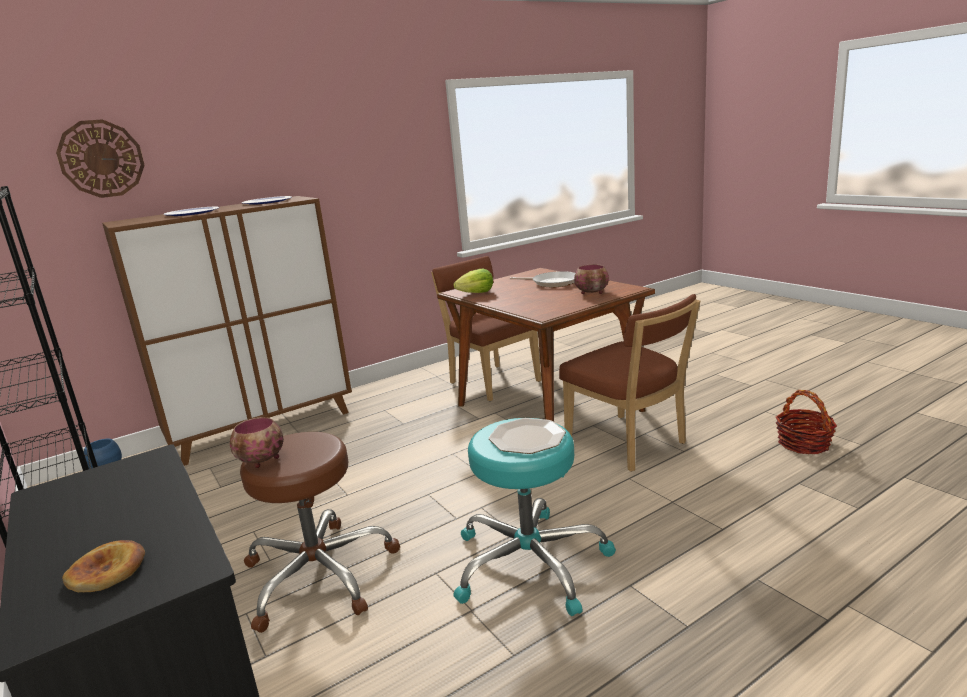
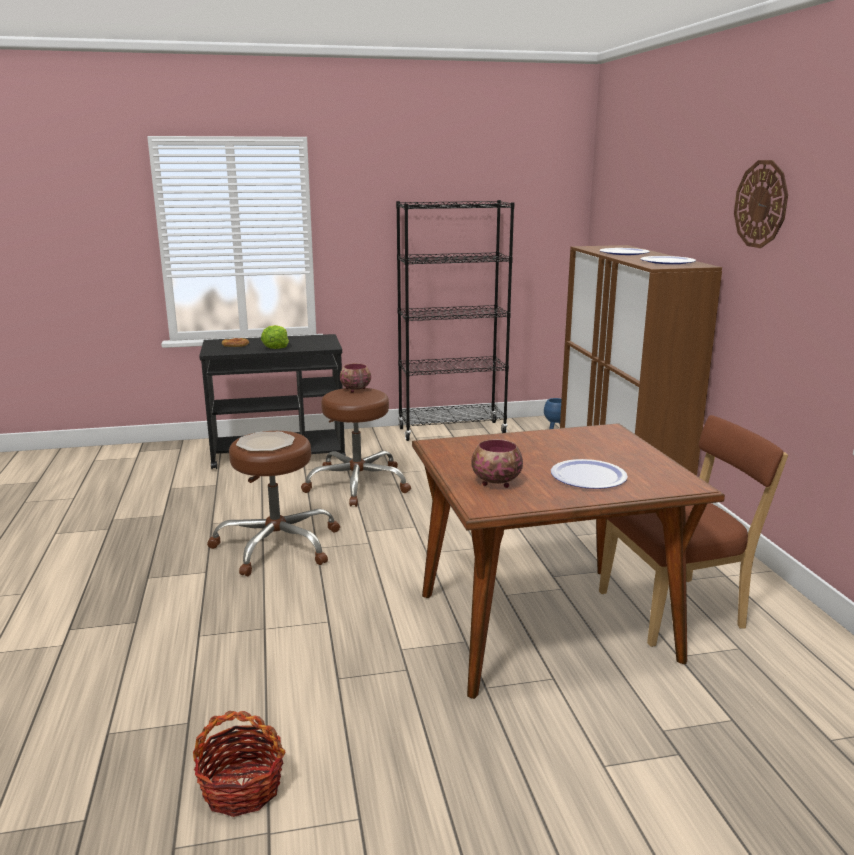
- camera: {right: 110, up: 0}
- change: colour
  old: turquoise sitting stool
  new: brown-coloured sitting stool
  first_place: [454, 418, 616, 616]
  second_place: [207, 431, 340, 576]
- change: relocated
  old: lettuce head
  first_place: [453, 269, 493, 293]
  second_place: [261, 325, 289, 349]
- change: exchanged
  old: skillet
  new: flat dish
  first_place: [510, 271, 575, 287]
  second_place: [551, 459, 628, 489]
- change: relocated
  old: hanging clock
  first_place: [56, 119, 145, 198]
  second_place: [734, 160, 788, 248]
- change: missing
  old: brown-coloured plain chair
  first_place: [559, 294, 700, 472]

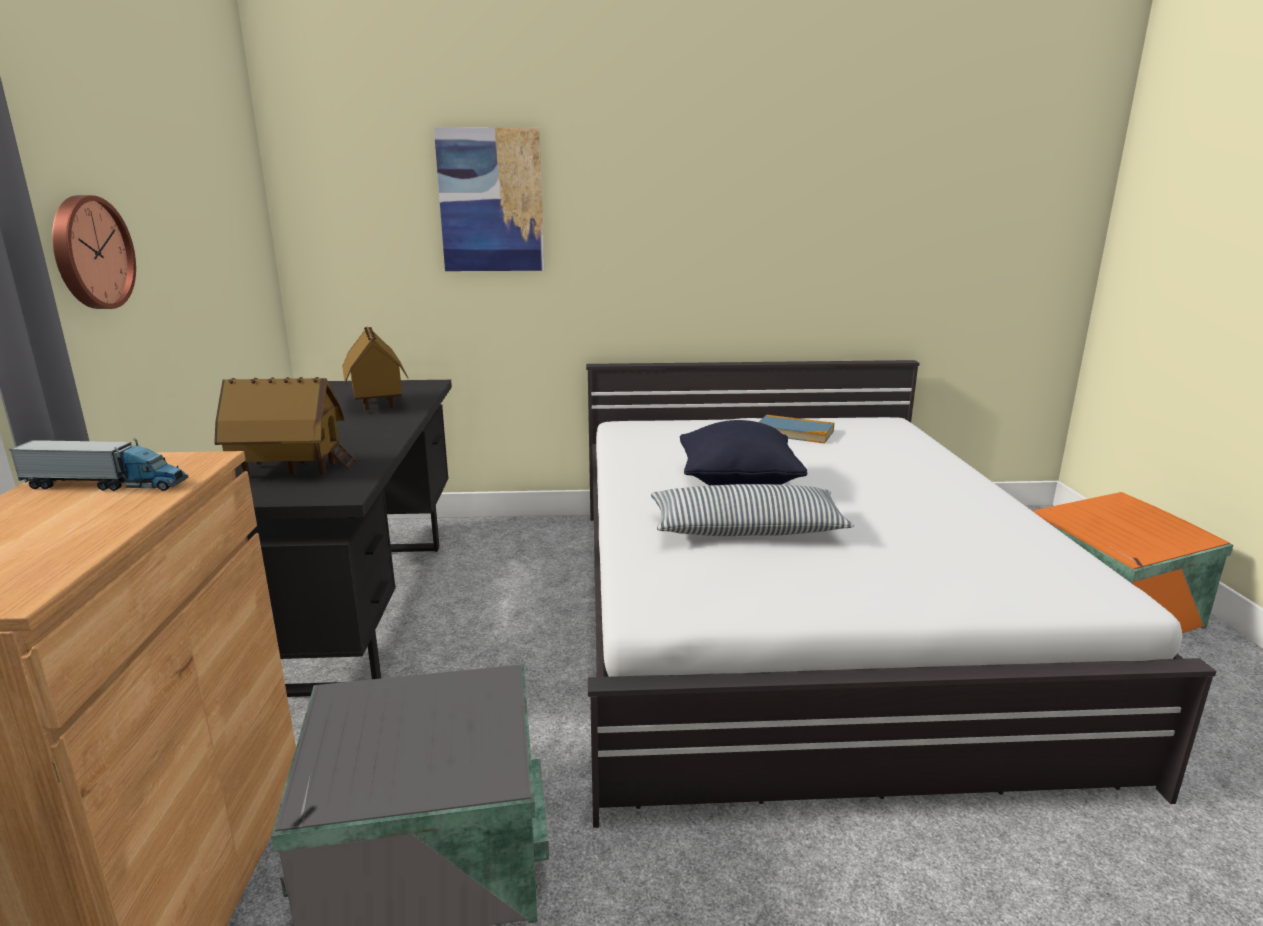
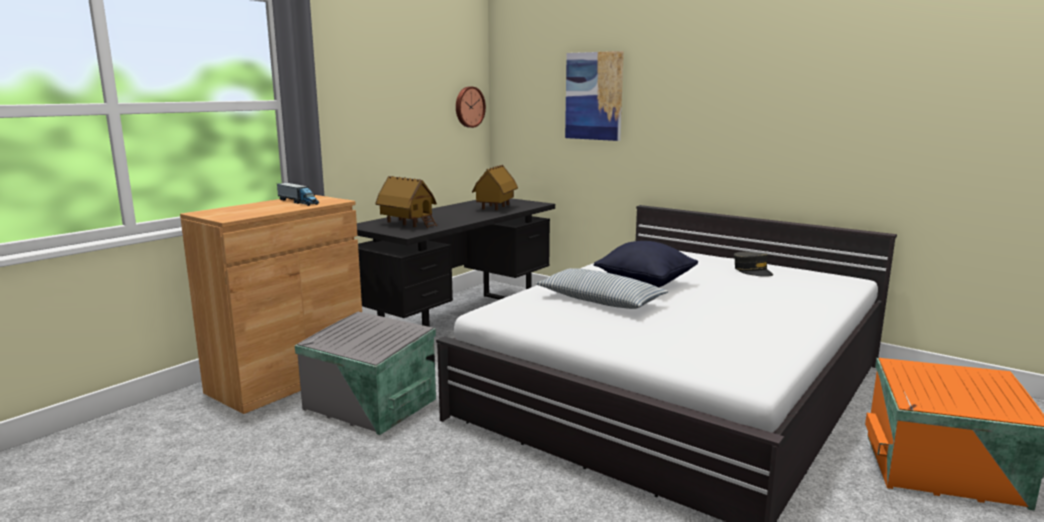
- camera: {right: 40, up: -5}
- change: relocated
  old: hanging clock
  first_place: [52, 195, 136, 309]
  second_place: [456, 87, 486, 128]
- change: exchanged
  old: volume
  new: greyish cap
  first_place: [759, 415, 834, 444]
  second_place: [734, 252, 773, 277]

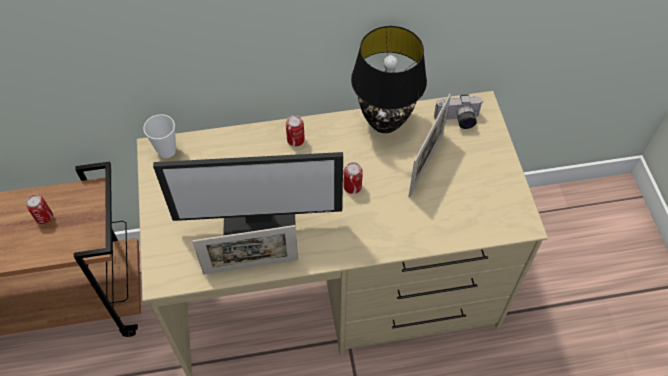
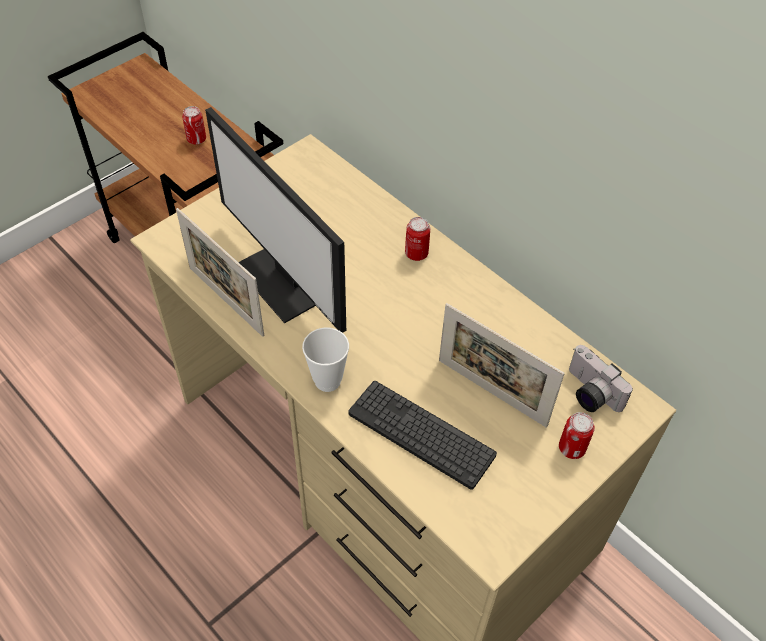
- camera: {right: 55, up: -5}
- change: relocated
  old: cup
  first_place: [143, 114, 176, 158]
  second_place: [302, 328, 349, 392]
- change: appeared
  new: computer keyboard
  second_place: [349, 381, 497, 490]
- change: spun
  old: standing frame
  first_place: [408, 94, 451, 198]
  second_place: [439, 303, 565, 428]
  degrees: 45
- change: relocated
  old: sealed can
  first_place: [343, 162, 363, 194]
  second_place: [559, 412, 595, 459]
- change: missing
  old: black table lamp
  first_place: [351, 26, 427, 133]

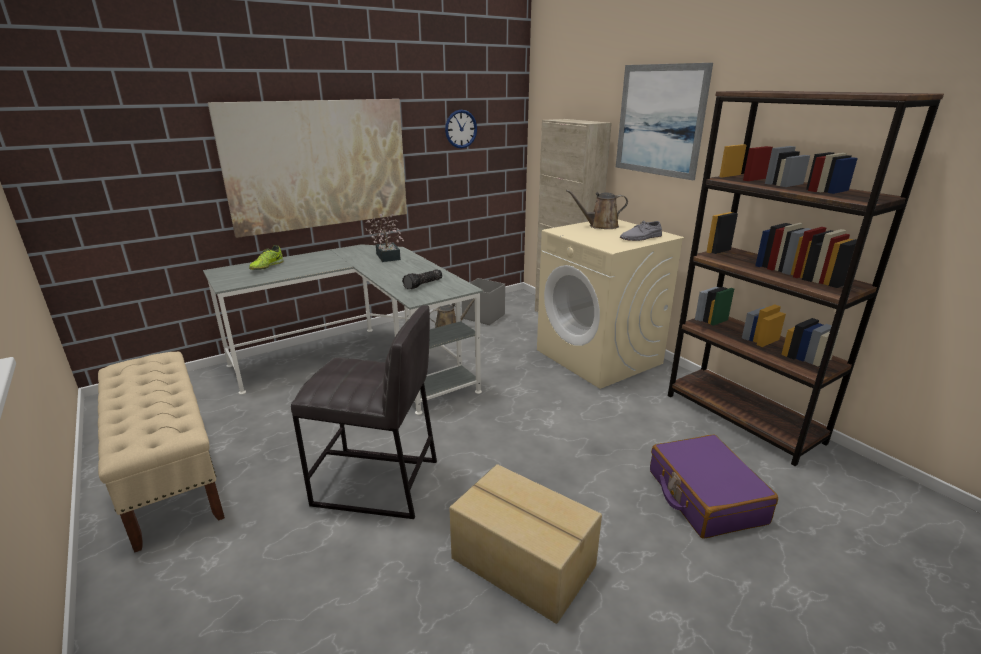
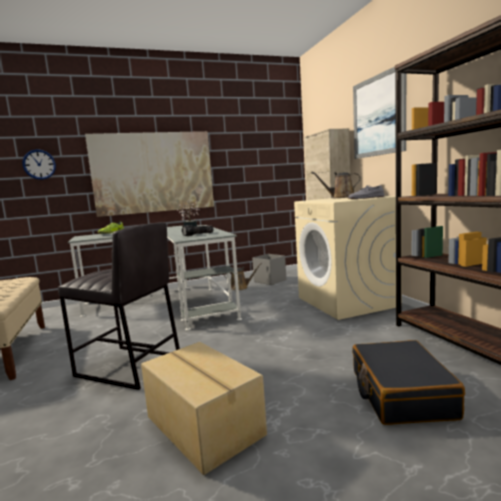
- camera: {right: 15, up: -15}
- change: relocated
  old: hanging clock
  first_place: [445, 110, 477, 148]
  second_place: [22, 149, 56, 180]
- change: colour
  old: purplish piece of luggage
  new: black piece of luggage
  first_place: [650, 435, 778, 539]
  second_place: [352, 340, 465, 425]

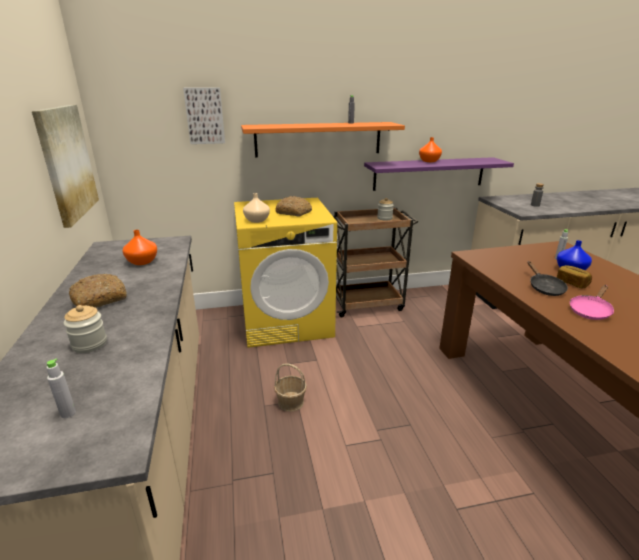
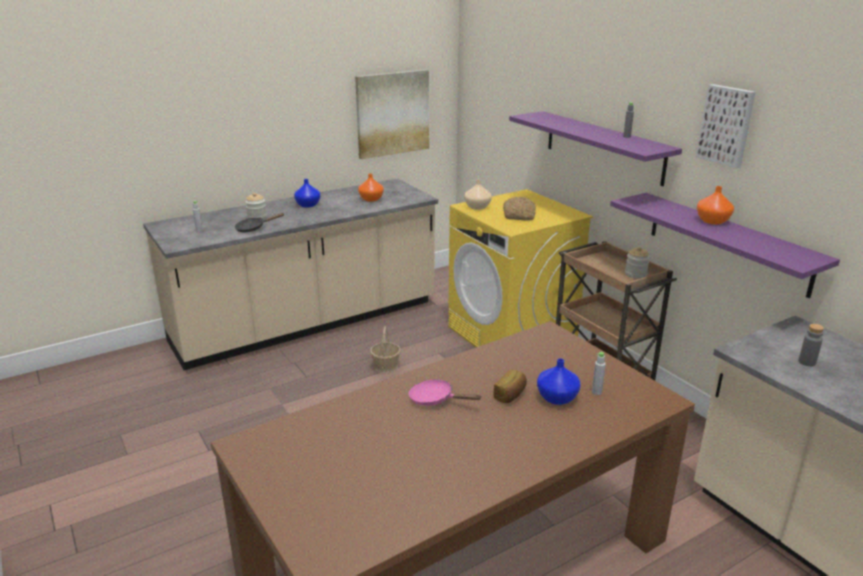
- camera: {right: 70, up: 0}
- change: relocated
  old: black skillet
  first_place: [527, 261, 568, 296]
  second_place: [235, 213, 285, 233]
- change: exchanged
  old: bakery bread
  new: bluish flower vase
  first_place: [69, 274, 127, 308]
  second_place: [294, 179, 320, 208]
- change: colour
  old: orange bracket shelf
  new: purplish bracket shelf
  first_place: [241, 122, 405, 157]
  second_place: [509, 111, 682, 186]
- change: relocated
  old: picture
  first_place: [183, 87, 225, 144]
  second_place: [696, 84, 756, 168]

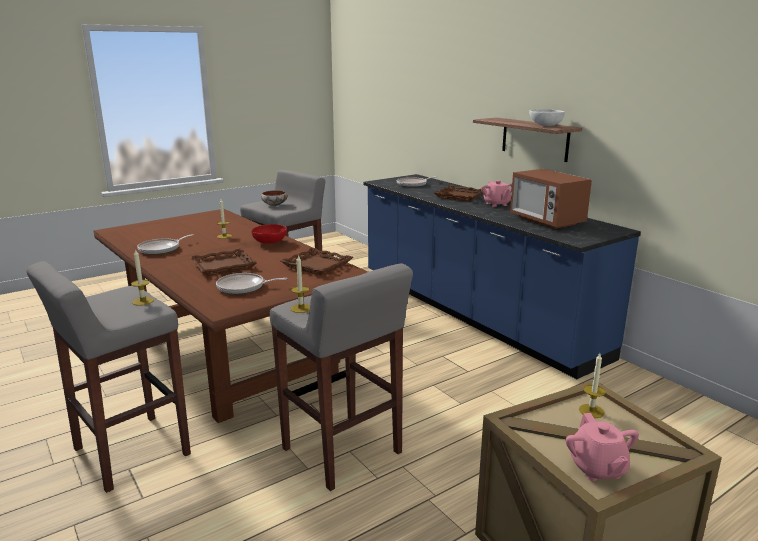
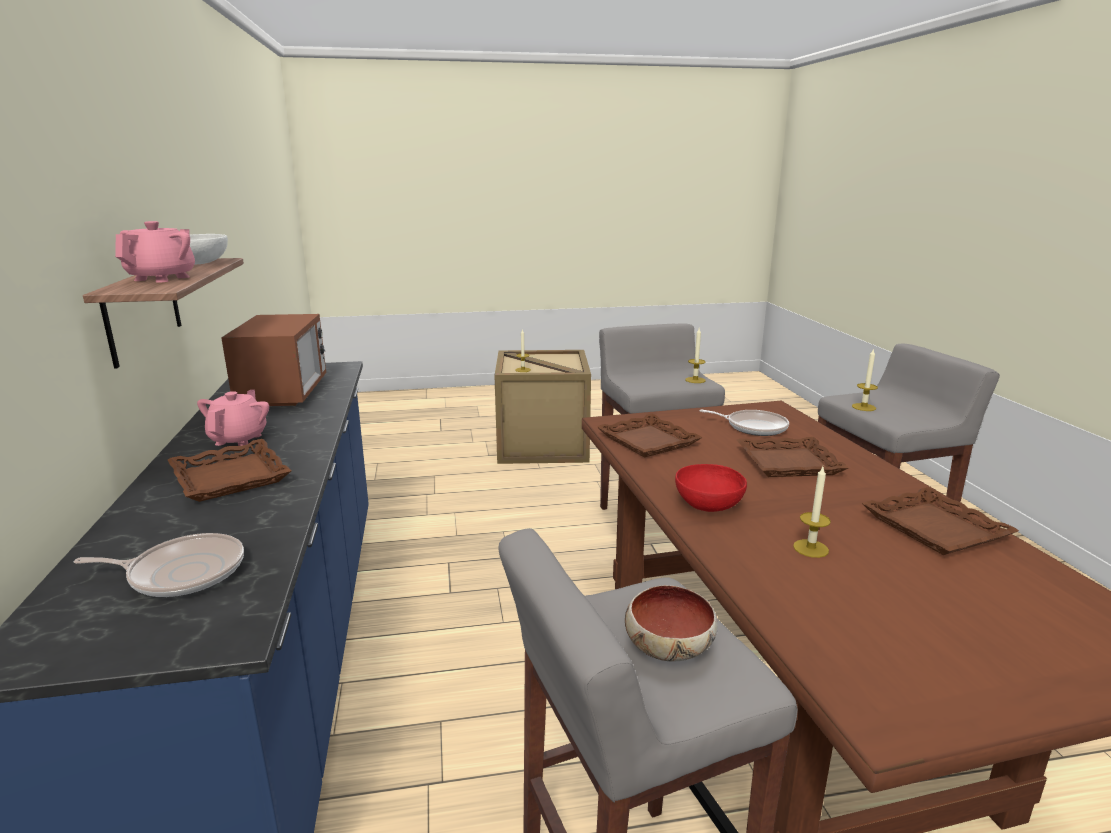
- camera: {right: -155, up: 0}
- change: relocated
  old: pinkish teapot
  first_place: [566, 413, 639, 481]
  second_place: [115, 221, 195, 283]
- change: exchanged
  old: skillet
  new: brown-coloured carrying tray
  first_place: [137, 234, 193, 255]
  second_place: [862, 487, 1019, 555]

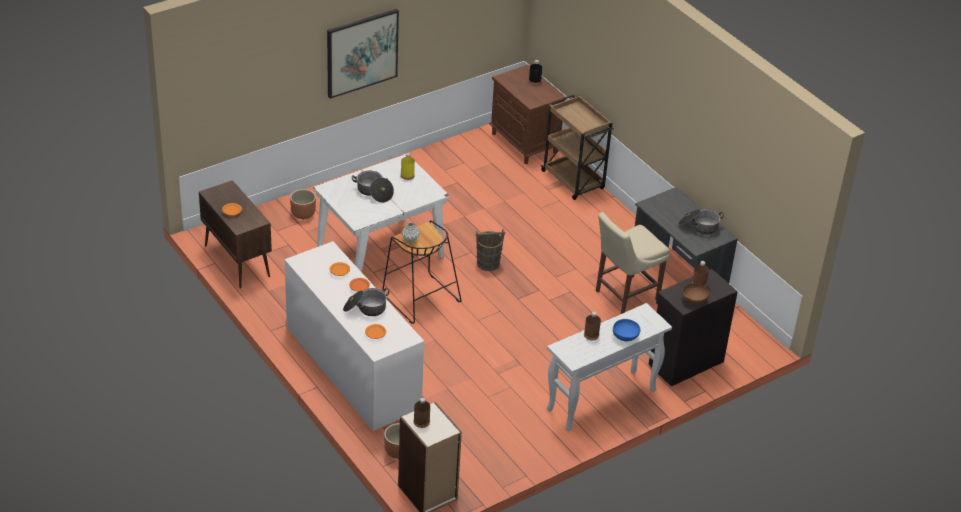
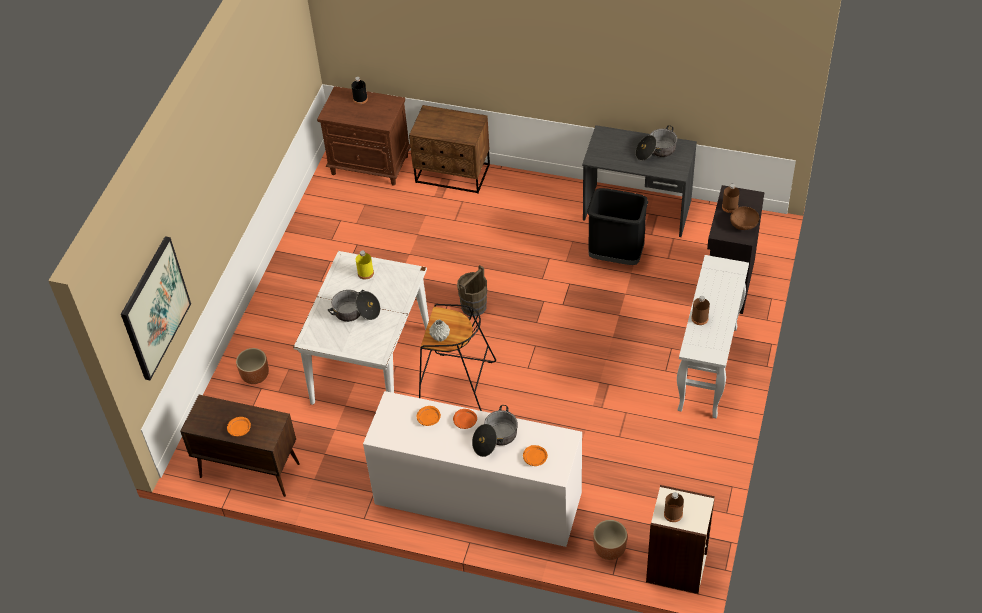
- camera: {right: -35, up: 10}
- change: relocated
  old: picture
  first_place: [327, 9, 399, 99]
  second_place: [121, 236, 191, 380]
- change: exchanged
  old: brown-coloured trolley
  new: brown-coloured nightstand
  first_place: [540, 94, 614, 200]
  second_place: [409, 105, 490, 194]
- change: exchanged
  old: beige plain chair
  new: black trash can
  first_place: [596, 212, 670, 314]
  second_place: [587, 188, 648, 265]
- change: missing
  old: bluish bowl
  first_place: [613, 319, 641, 341]

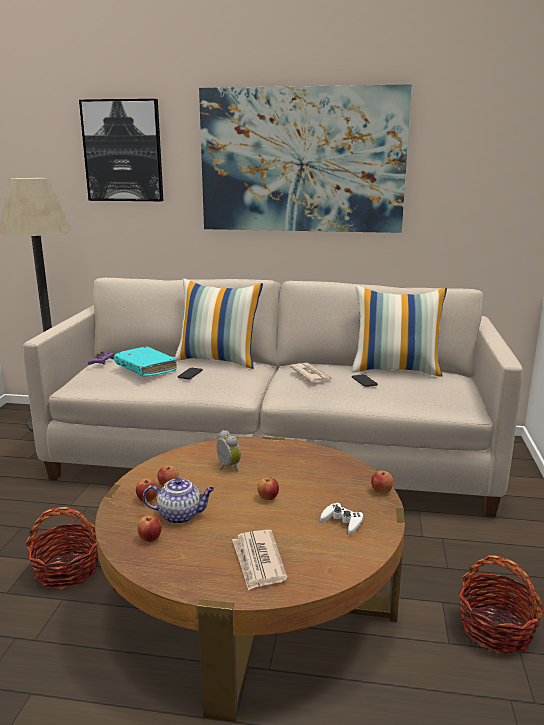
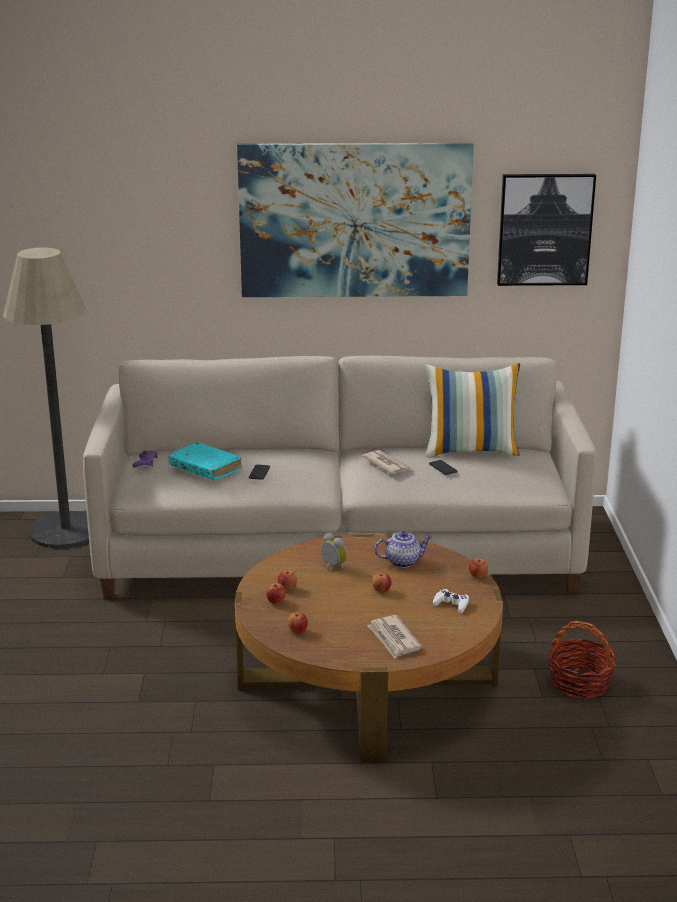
- camera: {right: -10, up: 5}
- change: relocated
  old: teapot
  first_place: [143, 478, 215, 524]
  second_place: [374, 531, 431, 568]
- change: relocated
  old: picture
  first_place: [79, 99, 163, 201]
  second_place: [497, 174, 596, 286]
- change: missing
  old: household basket
  first_place: [25, 507, 98, 590]
- change: missing
  old: pillow
  first_place: [175, 278, 263, 369]

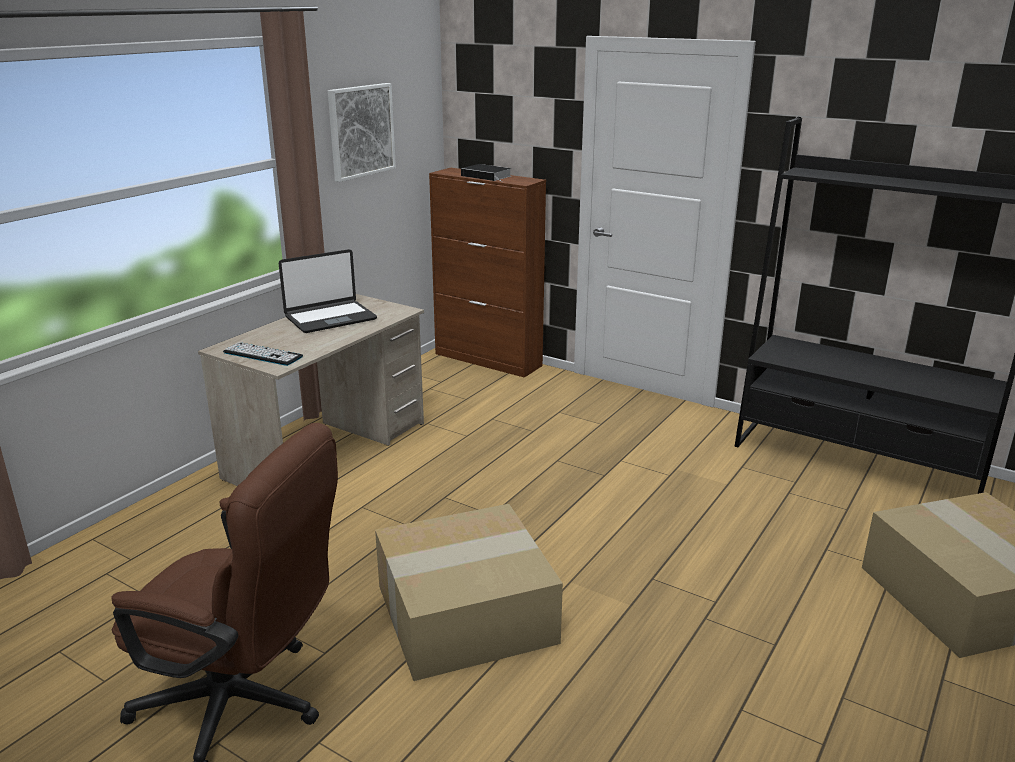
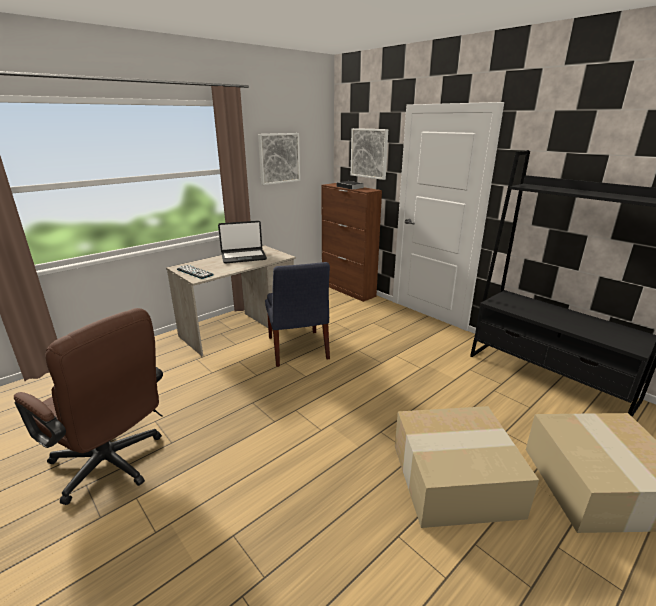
- camera: {right: 15, up: 0}
- change: appeared
  new: bluish plain chair
  second_place: [265, 262, 330, 367]
- change: appeared
  new: picture
  second_place: [351, 128, 388, 180]
- change: relocated
  old: carton
  first_place: [375, 504, 563, 681]
  second_place: [395, 406, 539, 528]

